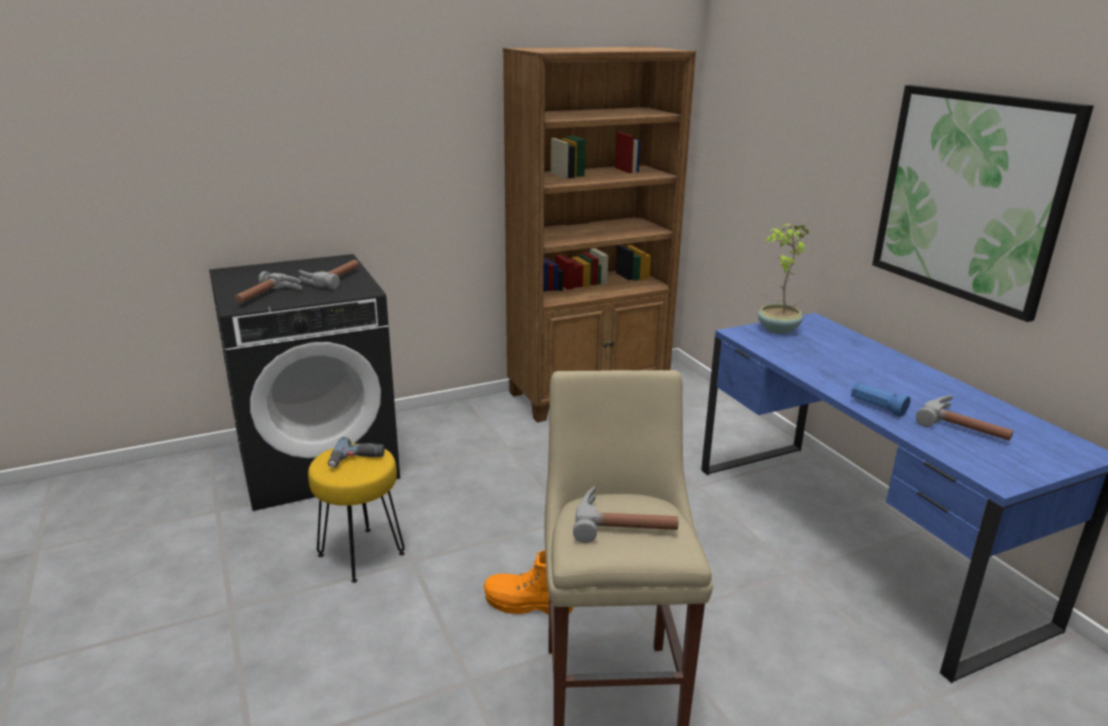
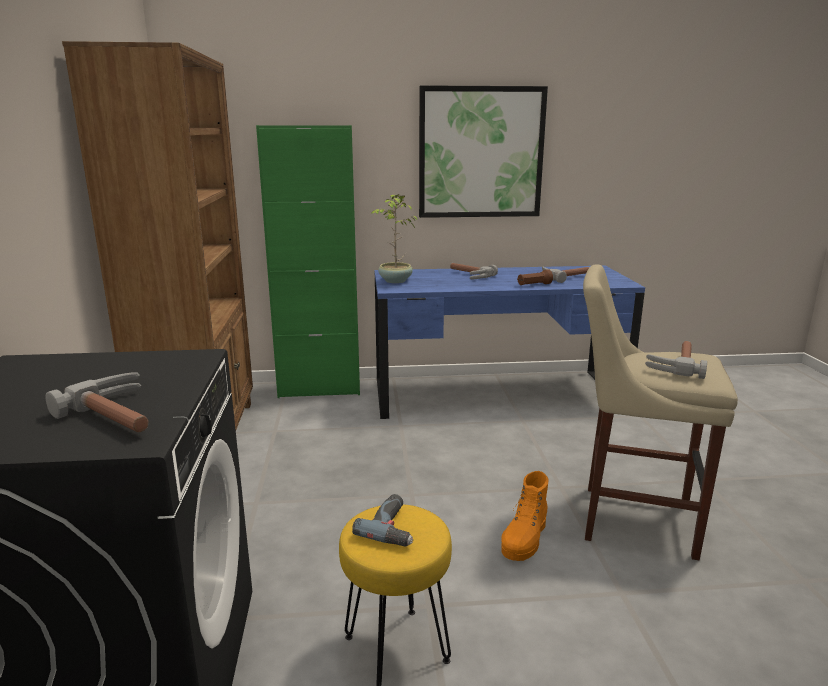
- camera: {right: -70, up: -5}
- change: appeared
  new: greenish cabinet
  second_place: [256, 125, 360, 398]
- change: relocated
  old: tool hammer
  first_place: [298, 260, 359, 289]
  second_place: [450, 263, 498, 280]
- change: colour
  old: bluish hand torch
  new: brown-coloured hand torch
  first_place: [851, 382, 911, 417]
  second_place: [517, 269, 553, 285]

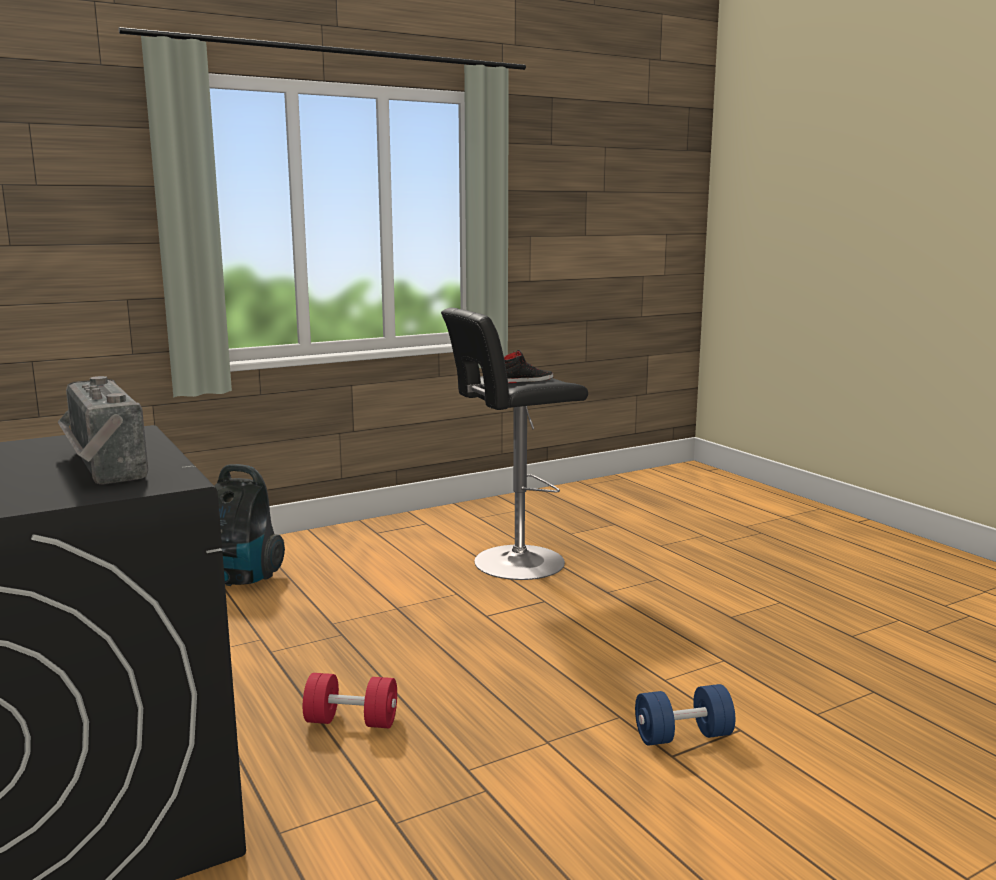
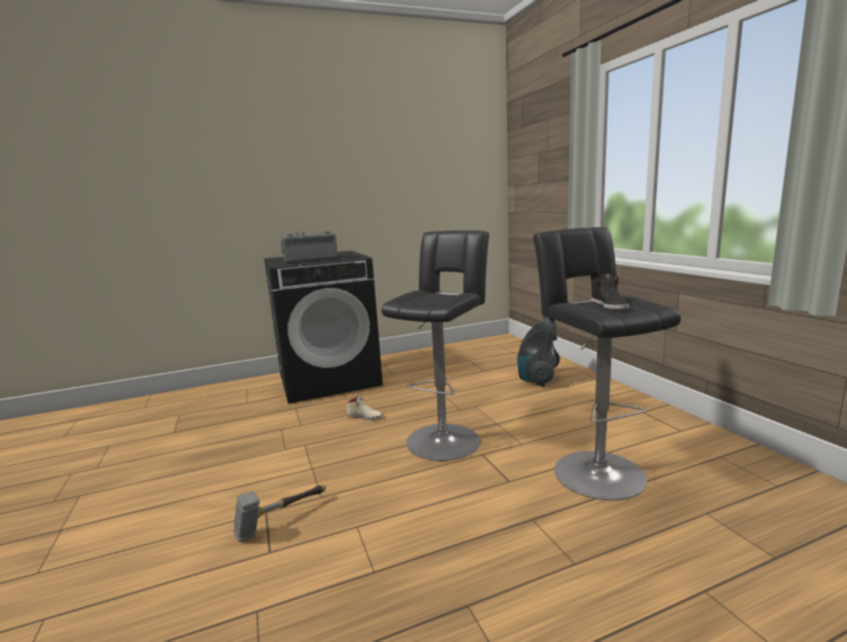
- camera: {right: 100, up: 0}
- change: exchanged
  old: bluish free weight
  new: tool hammer
  first_place: [635, 684, 735, 746]
  second_place: [233, 485, 326, 542]
- change: exchanged
  old: reddish free weight
  new: beige shoe
  first_place: [303, 673, 397, 728]
  second_place: [347, 396, 383, 420]
- change: appeared
  new: black sitting stool
  second_place: [381, 230, 489, 461]

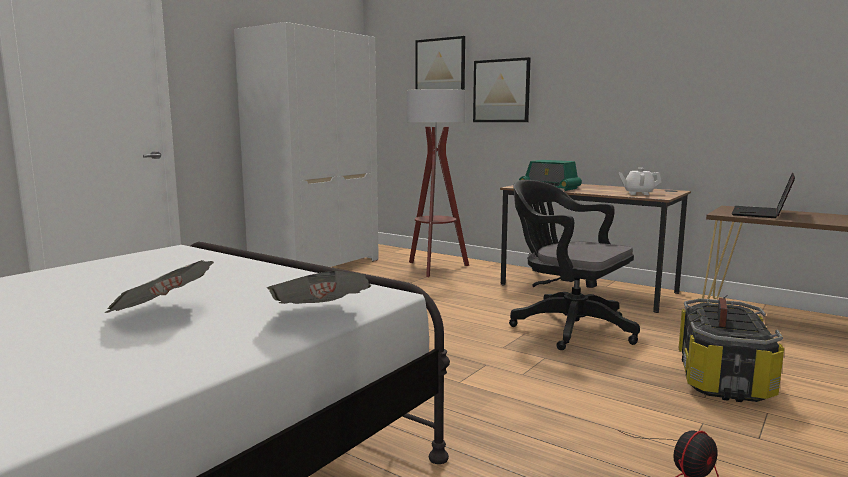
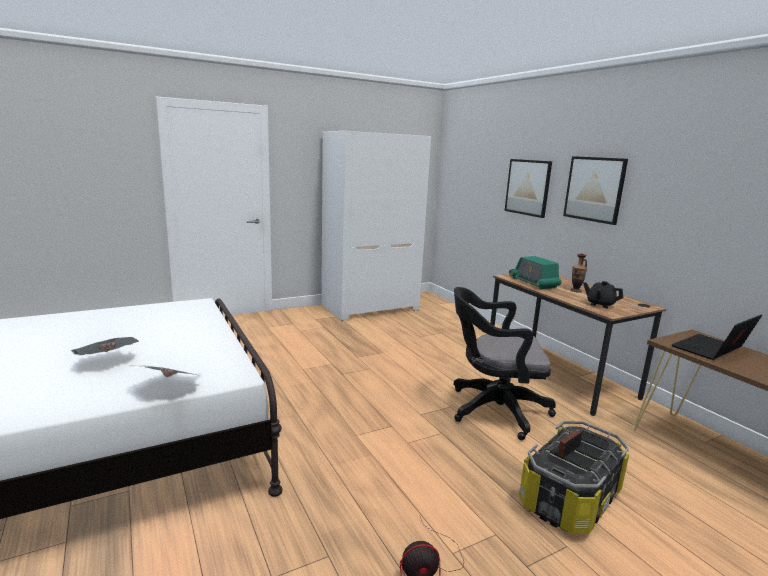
- camera: {right: 25, up: 5}
- change: spun
  old: black computer chair
  first_place: [509, 180, 640, 350]
  second_place: [454, 287, 556, 440]
  degrees: -60
- change: relocated
  old: picture
  first_place: [415, 36, 465, 90]
  second_place: [563, 156, 628, 225]
- change: appeared
  new: flower vase
  second_place: [571, 253, 587, 292]
- change: colour
  old: white-coloured teapot
  new: black teapot
  first_place: [618, 168, 662, 195]
  second_place: [583, 281, 623, 308]
- change: missing
  old: standing lamp
  first_place: [407, 89, 469, 277]

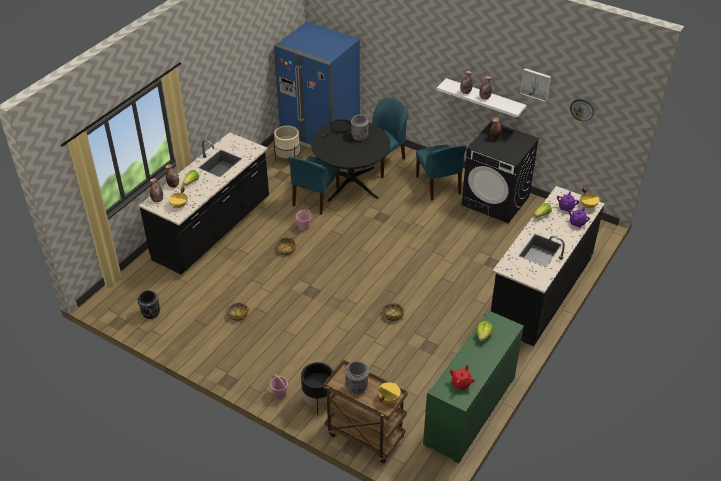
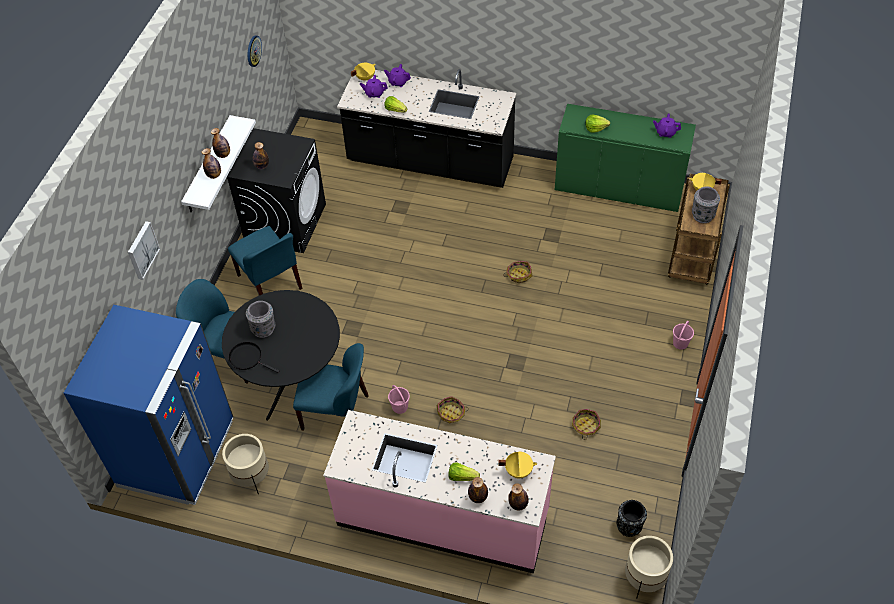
- camera: {right: -105, up: 10}
- change: relocated
  old: picture
  first_place: [520, 68, 551, 102]
  second_place: [128, 221, 160, 280]
- change: spun
  old: bluish plain chair
  first_place: [416, 144, 467, 201]
  second_place: [228, 226, 303, 296]
  degrees: 90
- change: colour
  old: black kitchen counter
  new: pinkish kitchen counter
  first_place: [139, 132, 269, 275]
  second_place: [323, 410, 556, 573]
- change: appeared
  new: beige flower pot
  second_place: [625, 536, 673, 599]
- change: colour
  old: reddish teapot
  new: purplish teapot
  first_place: [450, 365, 475, 390]
  second_place: [653, 113, 681, 138]
- change: missing
  old: black flower pot
  first_place: [301, 362, 333, 413]

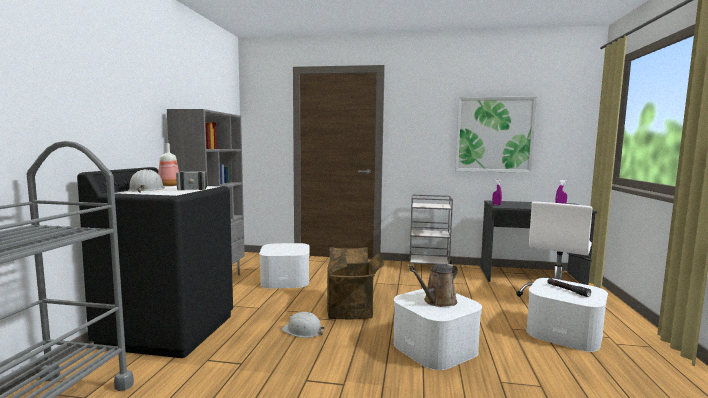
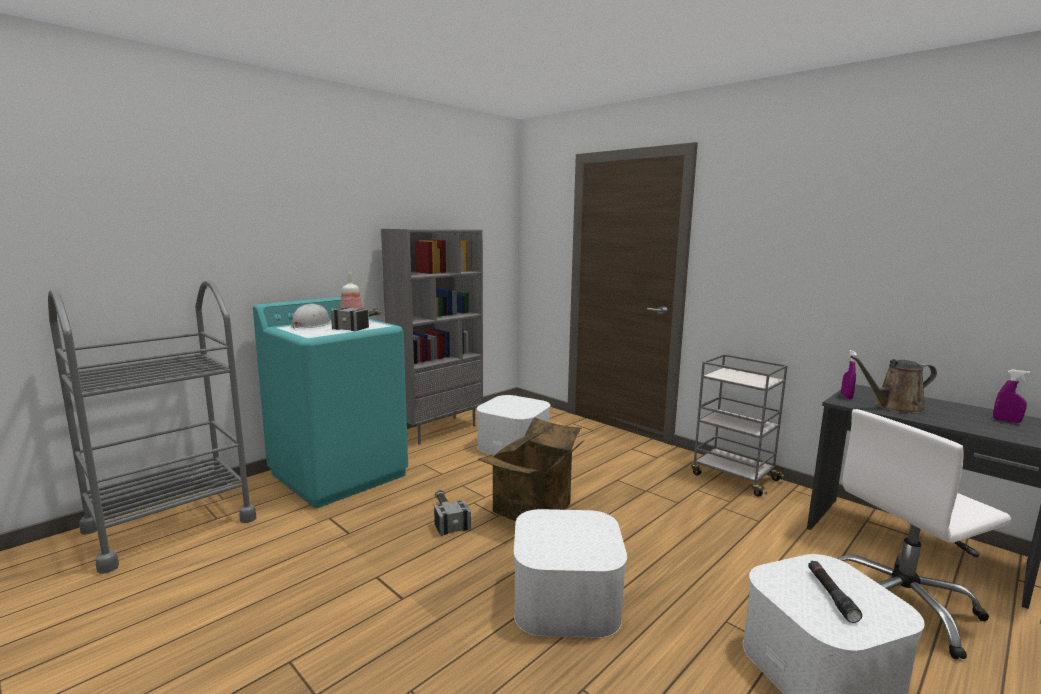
- camera: {right: 35, up: 5}
- change: colour
  old: black laundry appliance
  new: turquoise laundry appliance
  first_place: [77, 167, 233, 358]
  second_place: [253, 297, 408, 508]
- change: exchanged
  old: white-coloured work helmet
  new: tool hammer
  first_place: [281, 312, 325, 338]
  second_place: [434, 490, 471, 537]
- change: relocated
  old: brown-coloured watering pot
  first_place: [410, 264, 458, 307]
  second_place: [851, 356, 937, 414]
- change: missing
  old: picture
  first_place: [455, 97, 537, 173]

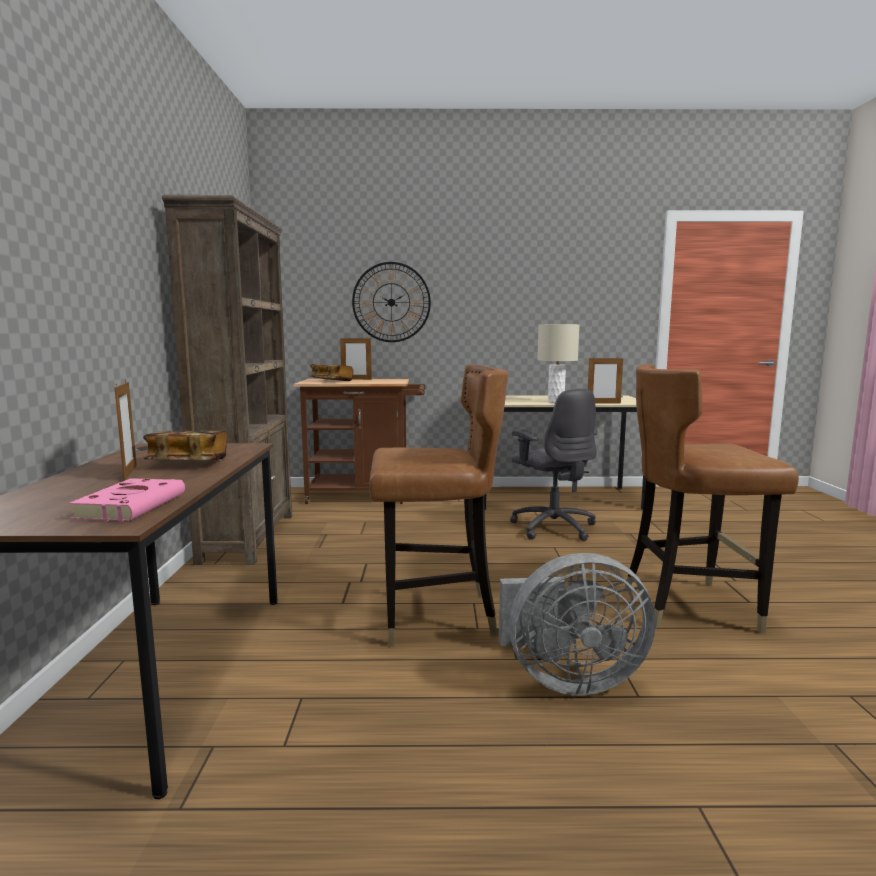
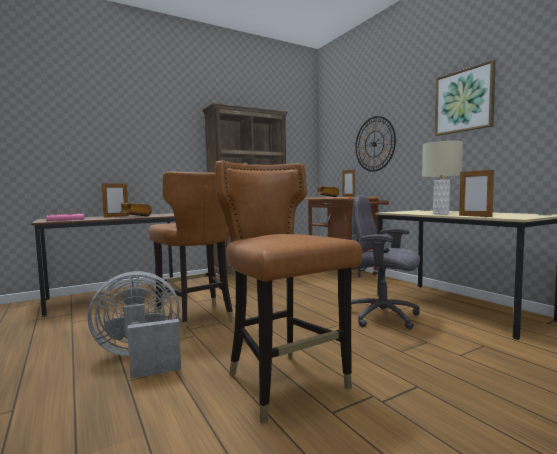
- camera: {right: 60, up: -5}
- change: spun
  old: greyish fan
  first_place: [499, 553, 655, 695]
  second_place: [88, 271, 181, 379]
  degrees: 105
- change: spun
  old: greyish computer chair
  first_place: [510, 388, 598, 541]
  second_place: [351, 195, 420, 330]
  degrees: 90
- change: appeared
  new: picture
  second_place: [435, 60, 496, 136]

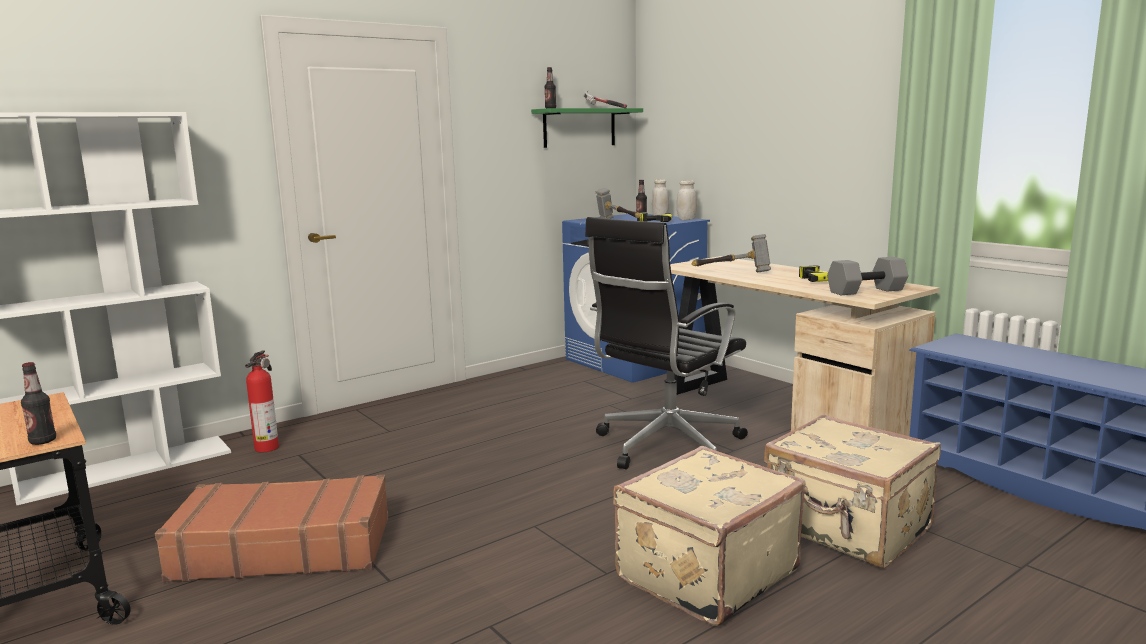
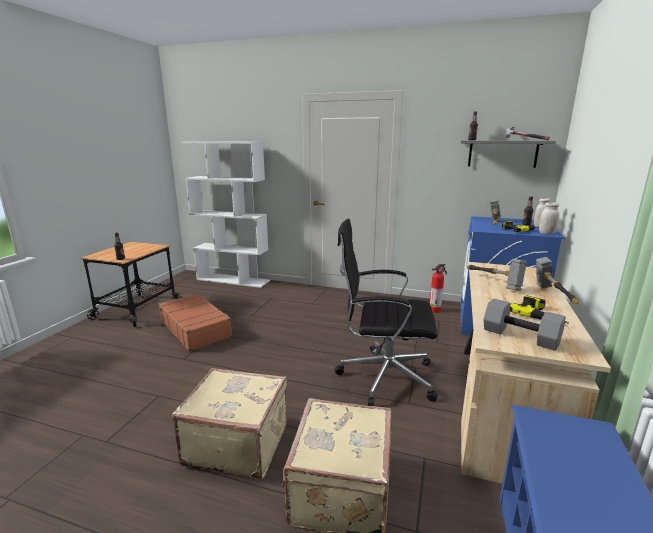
- camera: {right: 55, up: 5}
- change: relocated
  old: fire extinguisher
  first_place: [245, 351, 279, 453]
  second_place: [430, 264, 447, 313]
- change: colour
  old: greenish bracket shelf
  new: greyish bracket shelf
  first_place: [531, 108, 643, 148]
  second_place: [461, 140, 556, 168]
- change: appeared
  new: tool hammer
  second_place: [536, 257, 579, 304]

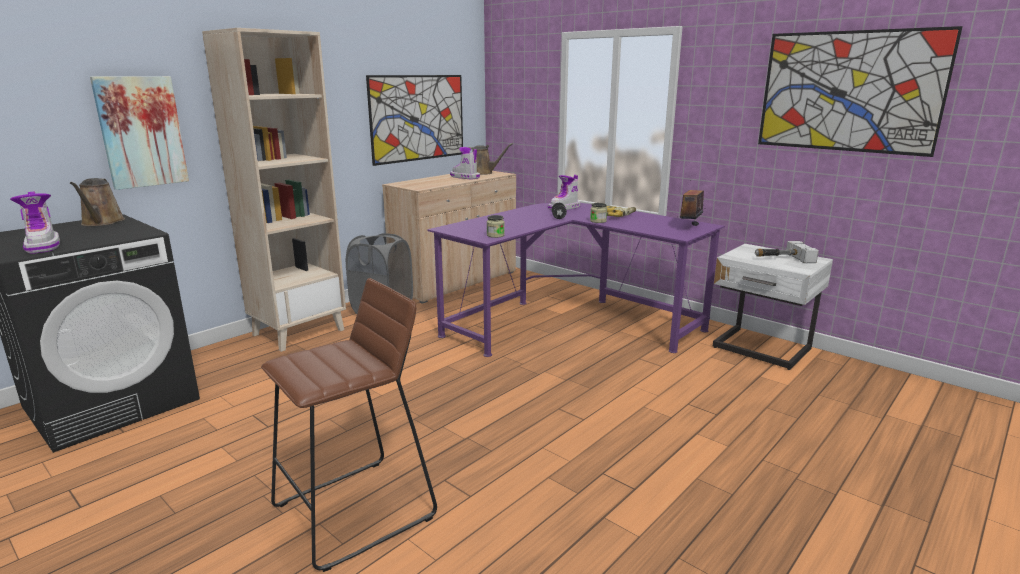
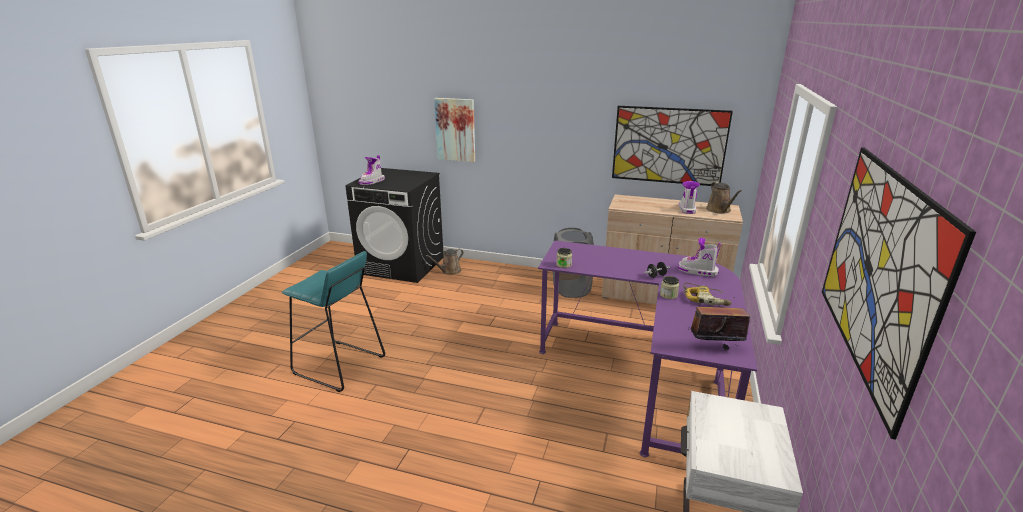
- camera: {right: 65, up: 5}
- change: colour
  old: brown-coloured sitting stool
  new: turquoise sitting stool
  first_place: [261, 278, 437, 572]
  second_place: [282, 251, 385, 392]
- change: relocated
  old: brown-coloured watering pot
  first_place: [70, 178, 125, 226]
  second_place: [426, 249, 463, 275]
- change: missing
  old: beige shelving unit
  first_place: [202, 28, 346, 352]
- change: missing
  old: tool hammer
  first_place: [755, 241, 819, 263]

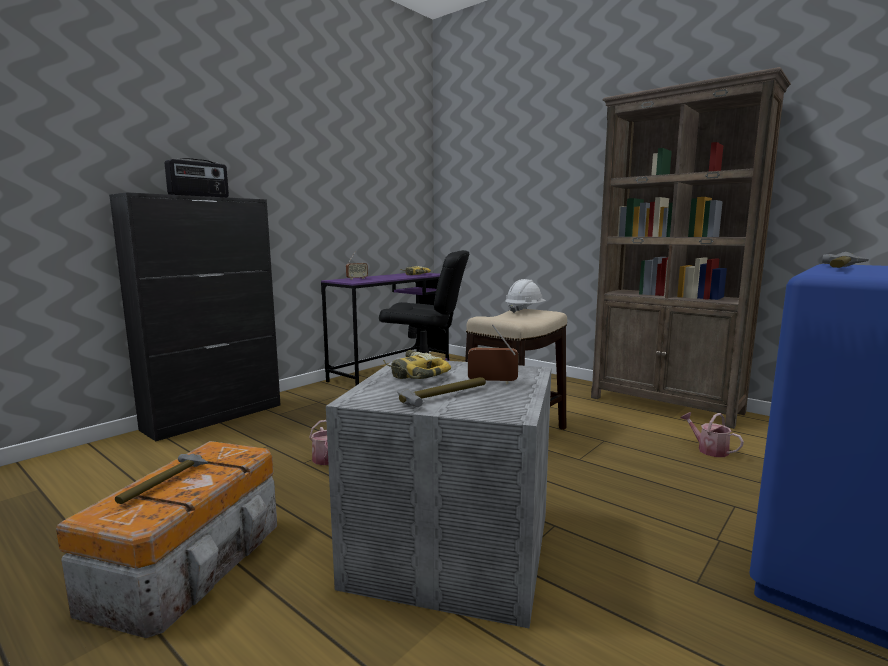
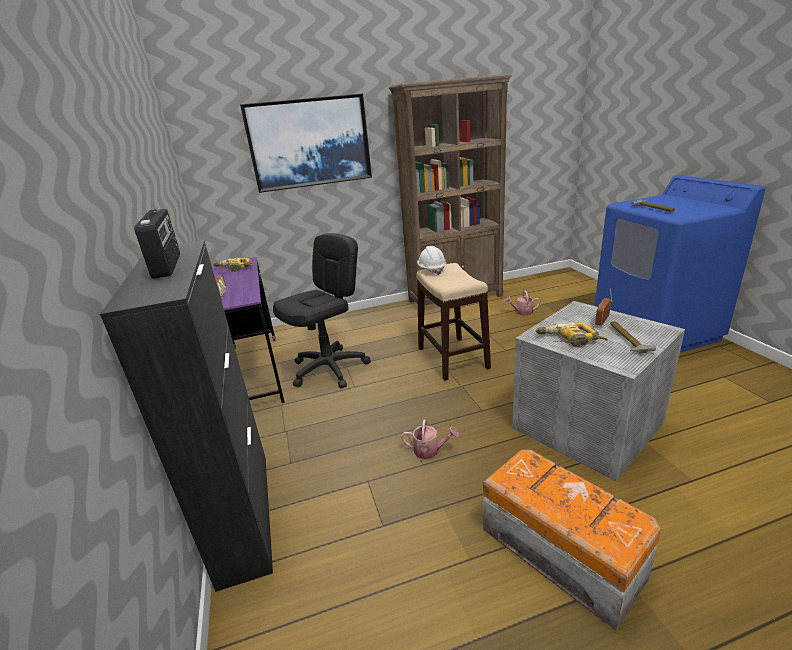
- camera: {right: -55, up: 15}
- change: appeared
  new: picture
  second_place: [240, 93, 372, 193]
- change: missing
  old: tool hammer
  first_place: [115, 454, 208, 504]

